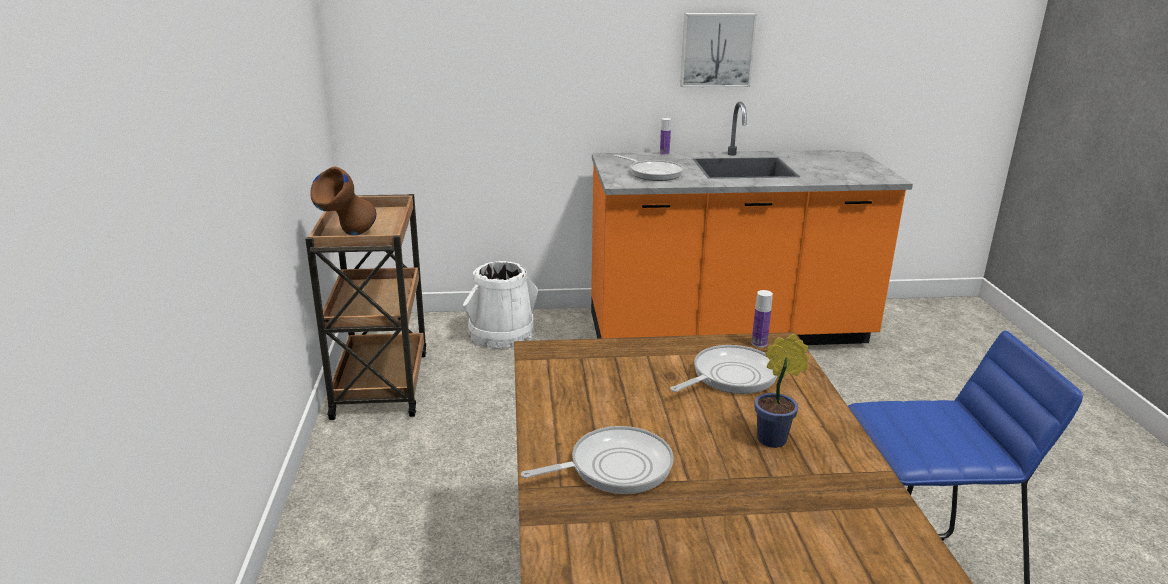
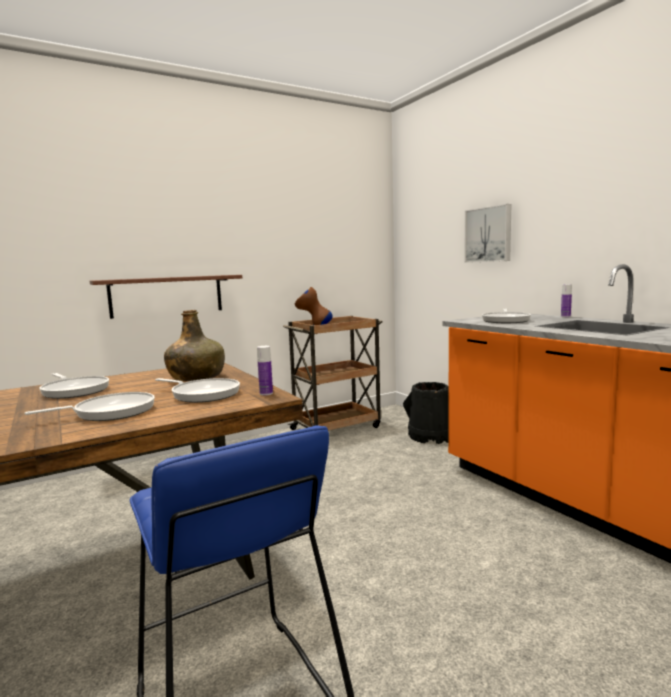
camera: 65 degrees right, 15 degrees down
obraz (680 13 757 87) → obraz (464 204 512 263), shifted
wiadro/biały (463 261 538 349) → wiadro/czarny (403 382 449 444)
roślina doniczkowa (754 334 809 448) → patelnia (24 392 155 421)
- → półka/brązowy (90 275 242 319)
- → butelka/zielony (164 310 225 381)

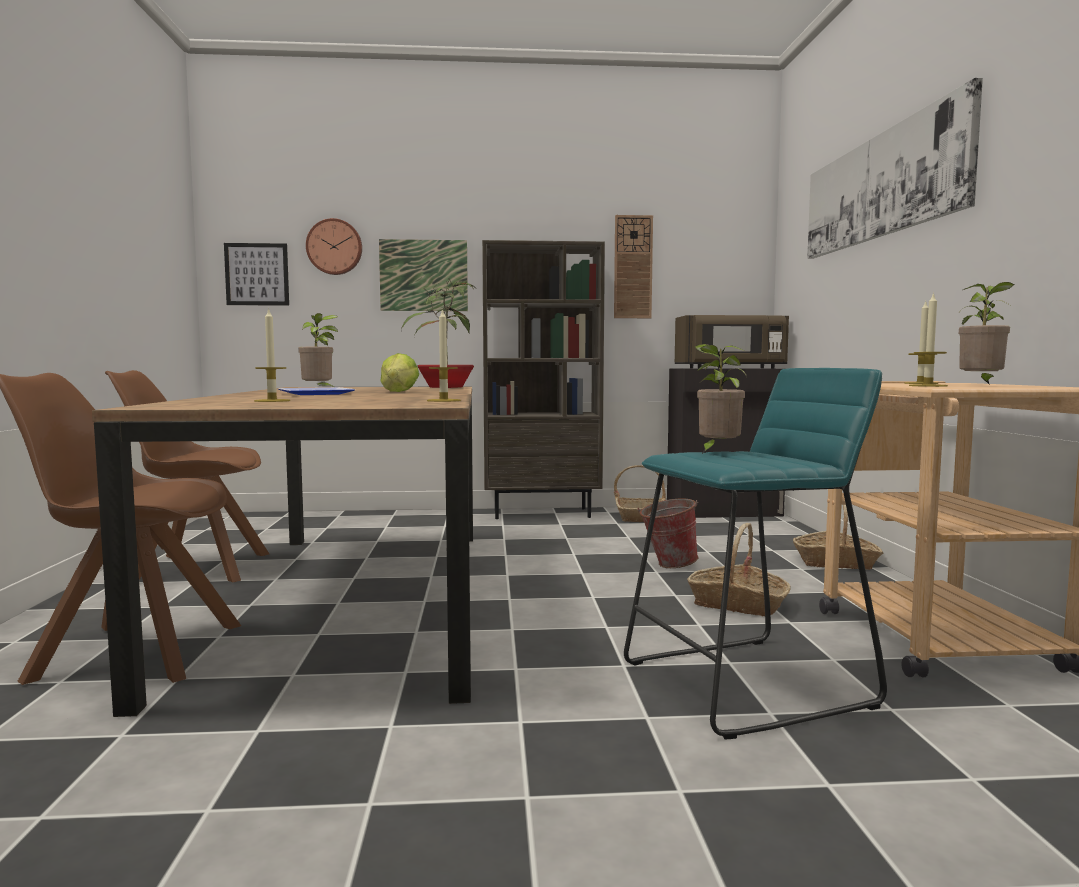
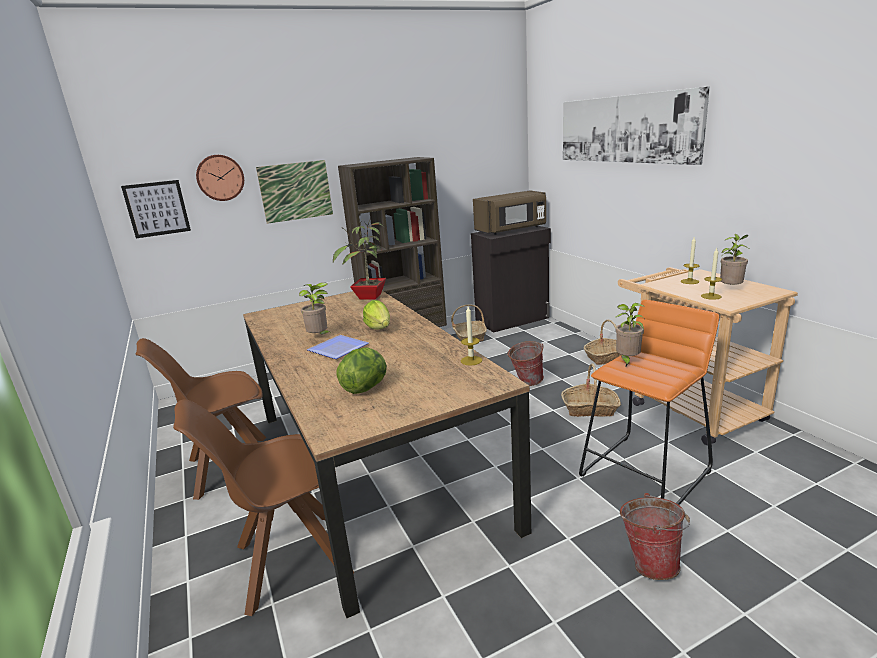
camera: 20 degrees left, 15 degrees up
zegar ścienny (614 215 653 318) → -
świeca (254 308 290 402) → sałata (336 347 387 394)
stołek/turkusowy (624 368 887 740) → stołek/pomarańczowy (579 300 719 505)
- → wiadro (620 493 690 580)

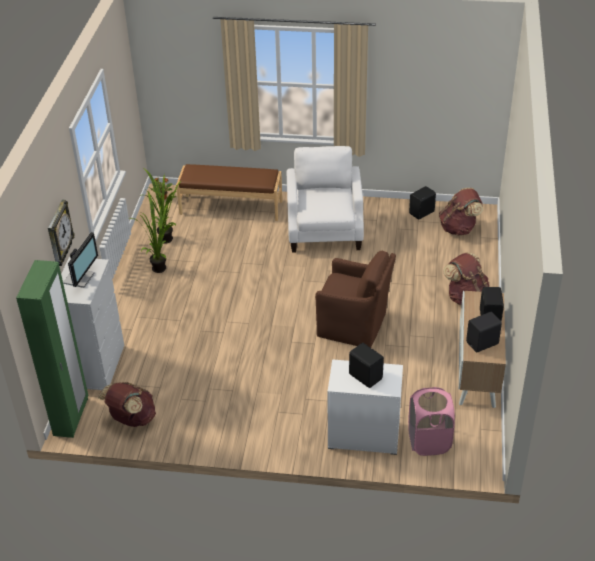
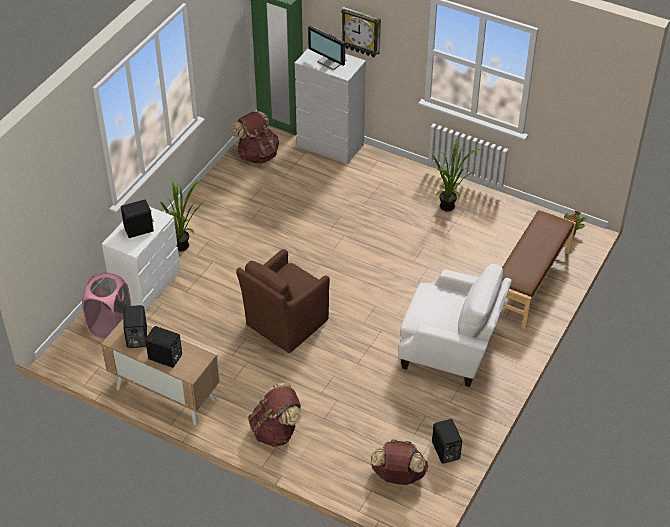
camera: 110 degrees right, 5 degrees up
roślina doniczkowa (140 169 181 244) → roślina doniczkowa (160 178 203 252), shifted

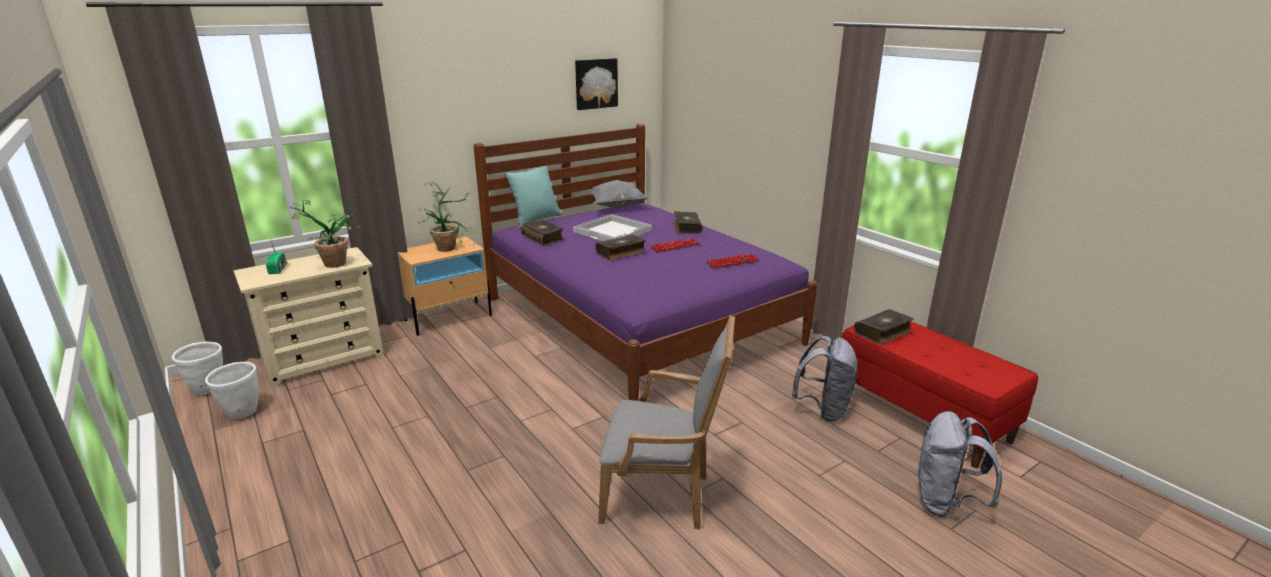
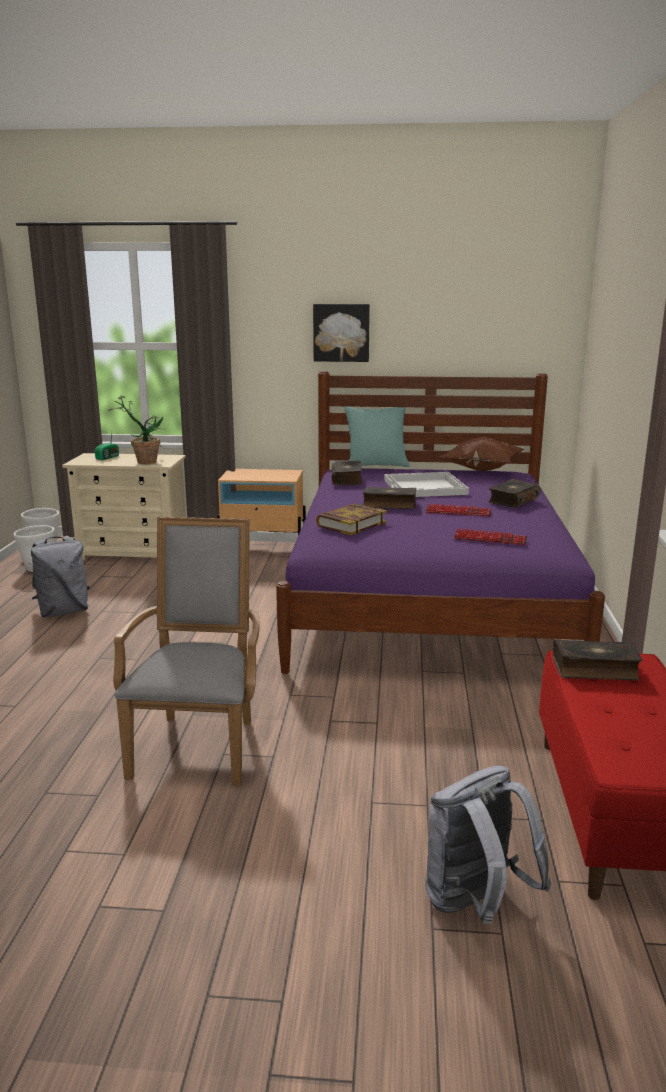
camera: 40 degrees right, 5 degrees down
obraz (575 58 618 110) → obraz (313 304 370 362), shifted
poduszka/szary (585 180 650 208) → poduszka/brązowy (439 436 525 471)
roślina doniczkowa (418 183 474 252) → -
fotel/szary (598 315 735 529) → fotel/szary (113 517 260 786), 135 degrees counterclockwise
plecak/szary (792 336 859 422) → plecak/szary (31 536 90 617), shifted
- → książka (316 503 387 535)

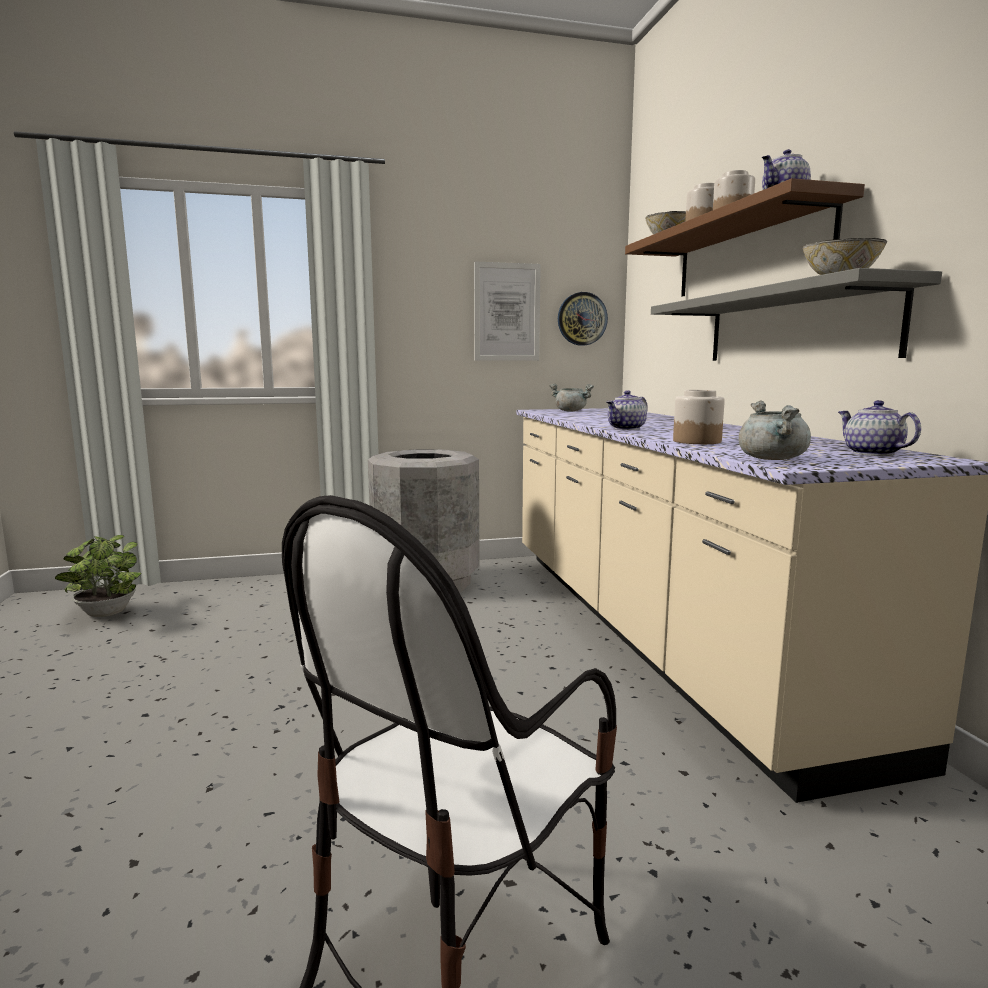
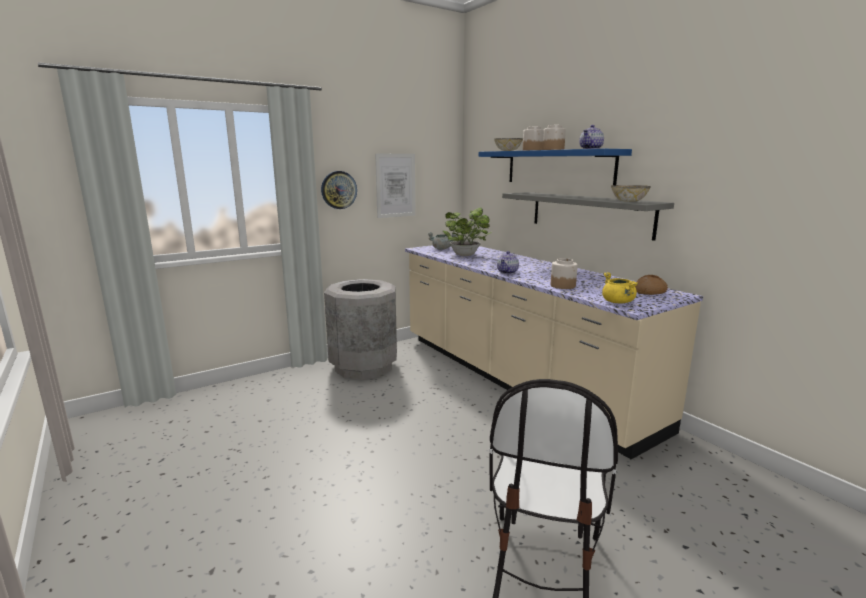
camera: 20 degrees left, 5 degrees up
półka/brązowy (625 178 865 296) → półka/niebieski (479 149 632 185)
zegar ścienny (558 292 608 346) → zegar ścienny (321 171 357 209), shifted
imbryk (838 400 921 456) → chleb (635 275 668 295)
garnek/szary (738 401 811 460) → garnek/żółty (602 272 638 303)
roślina doniczkowa (55 535 141 617) → roślina doniczkowa (442 207 492 256), shifted

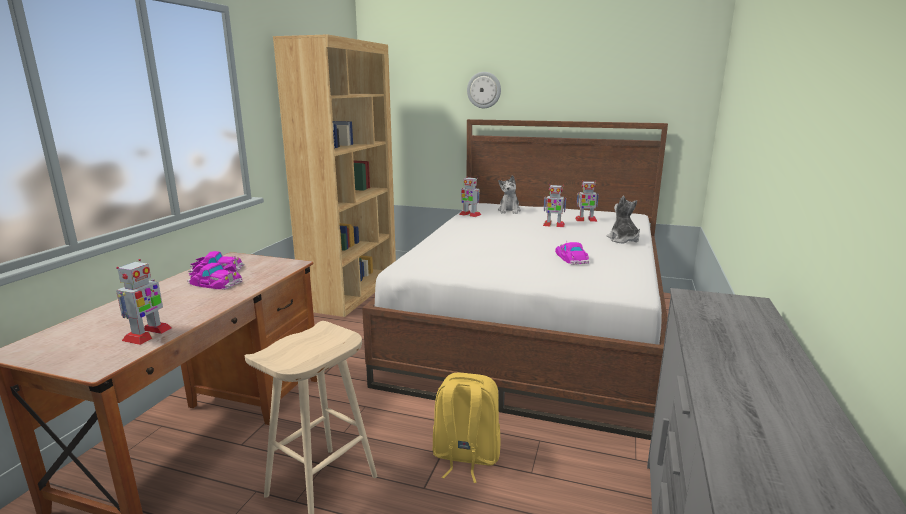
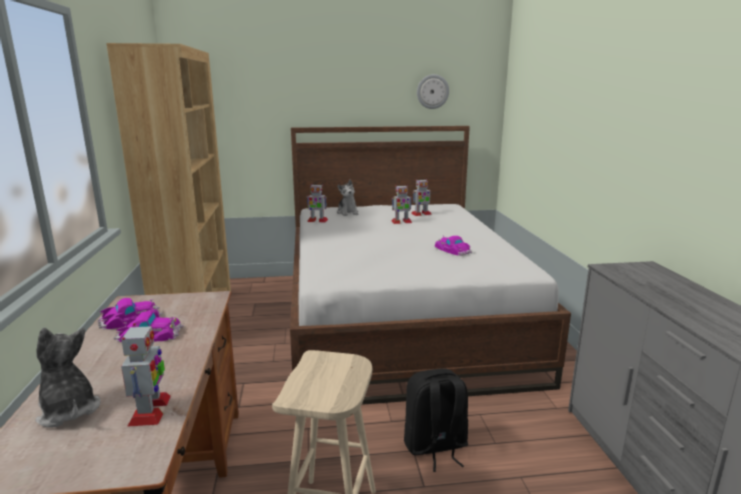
camera: 25 degrees left, 0 degrees up
zegar ścienny (467 72 501 108) → zegar ścienny (417 74 449 109), shifted
pluszak (606 195 640 244) → pluszak (36 328 101 428), shifted
plecak/żółty (433 373 500 483) → plecak/czarny (404 368 468 472)

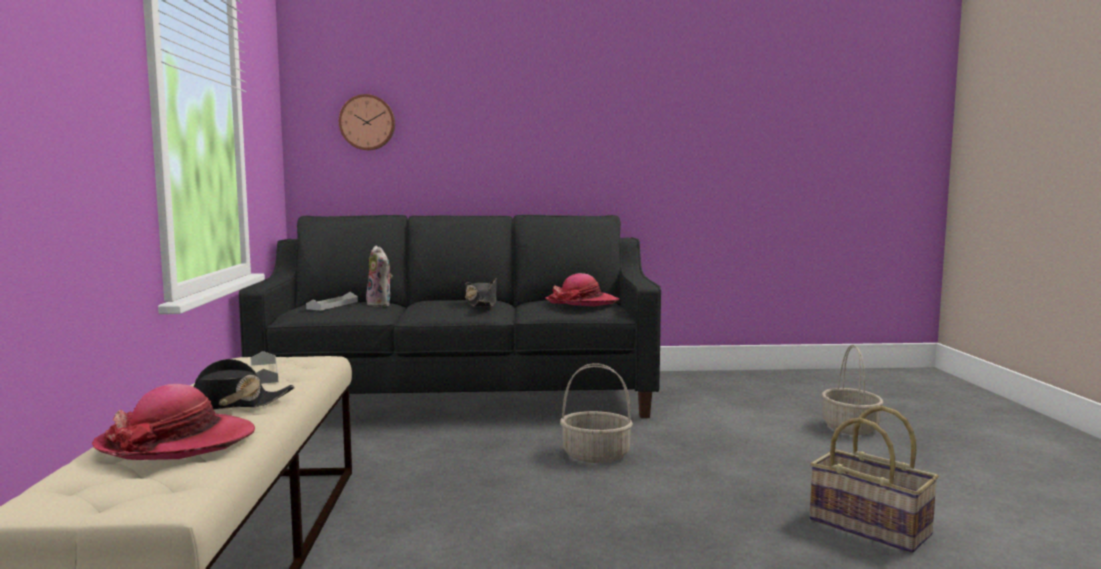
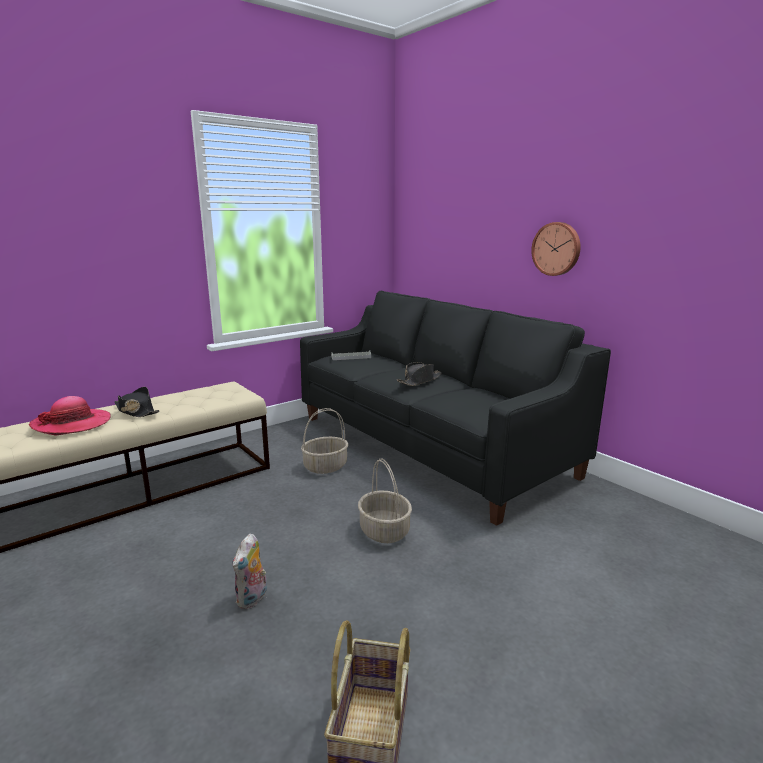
camera: 55 degrees right, 10 degrees up
zegar ścienny (339 94 395 150) → zegar ścienny (531 222 581 276), shifted
pluszak (366 246 393 307) → pluszak (232 534 267 609), shifted
kapelusz (545 273 620 306) → -
koszyk (822 344 883 435) → koszyk (301 408 348 474), shifted
taca/szary (250 351 278 384) → -

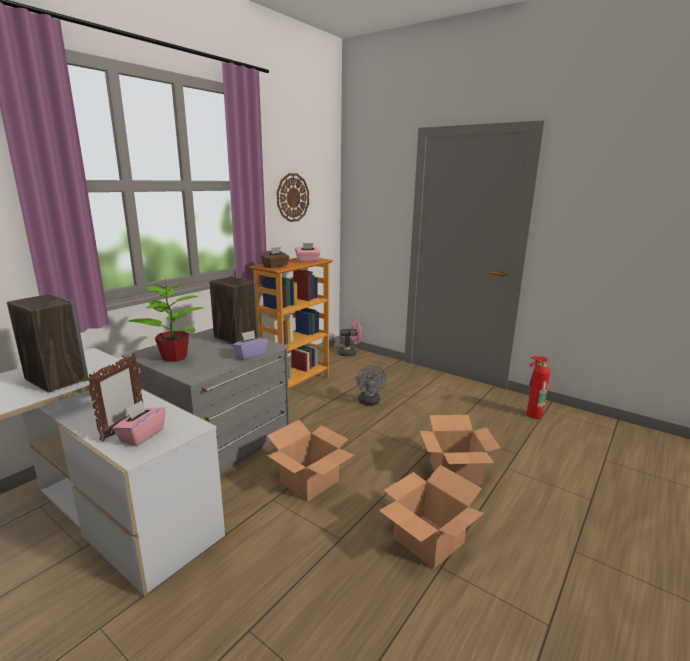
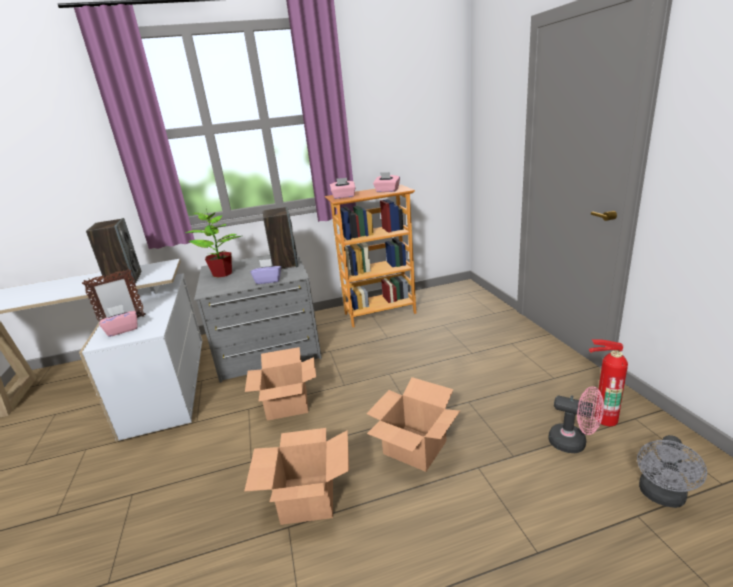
camera: 40 degrees right, 5 degrees up
zegar ścienny (277 173 309 222) → -
pudełko chusteczek/brązowy (261 247 289 268) → pudełko chusteczek/różowy (330 178 356 199)
wentylator/różowy (339 321 362 357) → wentylator/różowy (548 386 604 453), shifted
wentylator/szary (356 365 387 405) → wentylator/szary (637 435 707 508), shifted

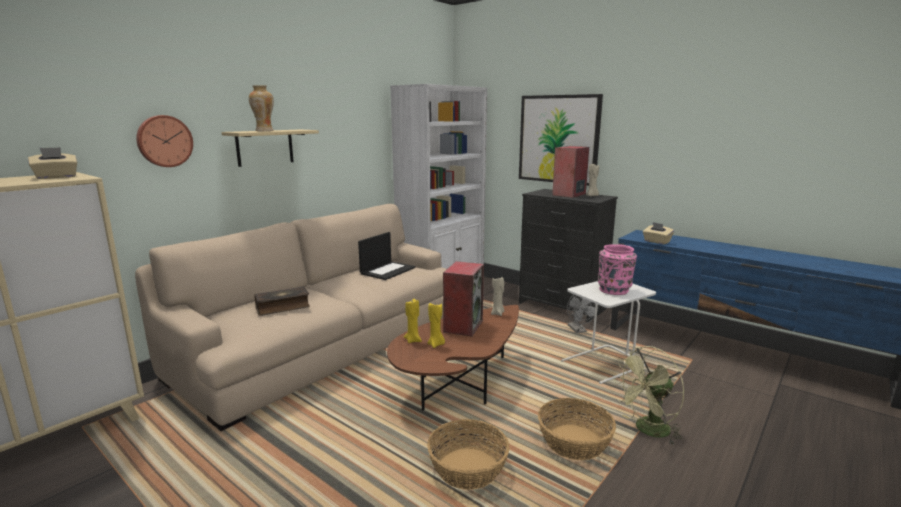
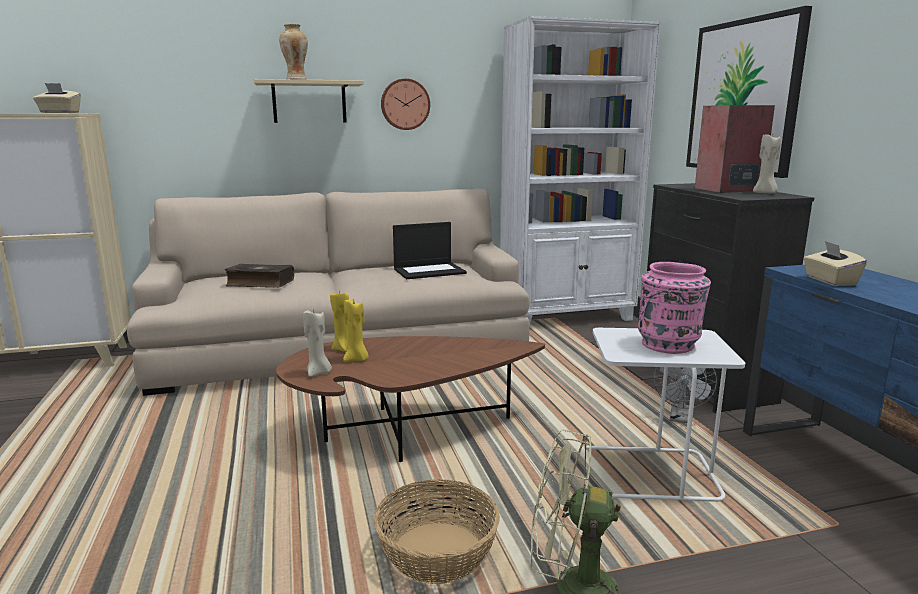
camera: 35 degrees right, 0 degrees up
zegar ścienny (136 115 193 167) → zegar ścienny (381 78 430 130), shifted
głośnik (443 261 484 337) → -
świeca/beżowy (491 276 504 316) → świeca/beżowy (303 308 332 377), shifted
koszyk (427 419 510 490) → -

